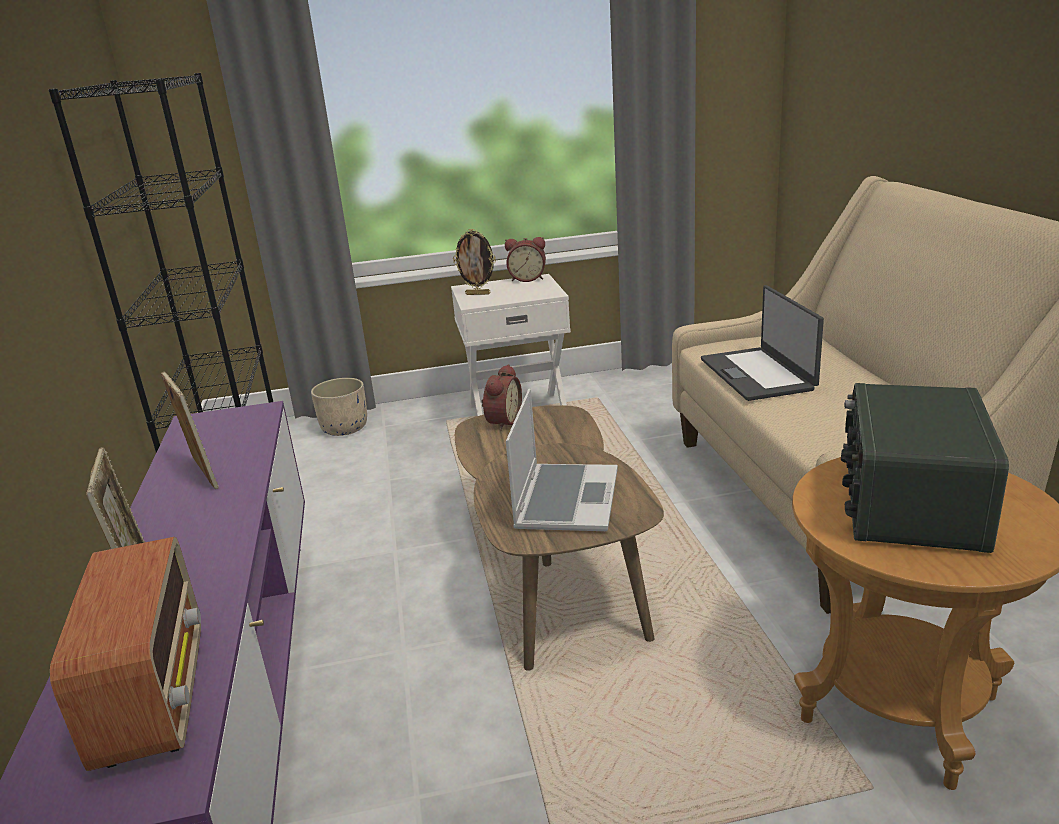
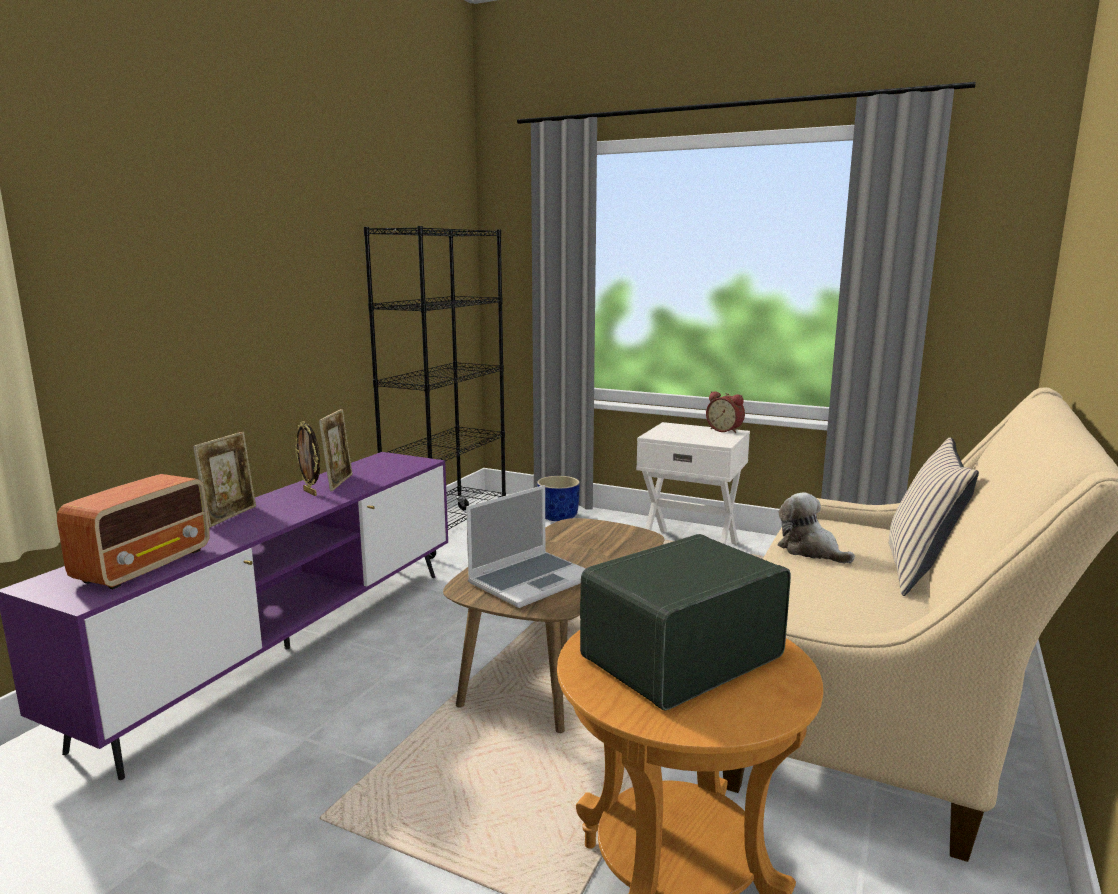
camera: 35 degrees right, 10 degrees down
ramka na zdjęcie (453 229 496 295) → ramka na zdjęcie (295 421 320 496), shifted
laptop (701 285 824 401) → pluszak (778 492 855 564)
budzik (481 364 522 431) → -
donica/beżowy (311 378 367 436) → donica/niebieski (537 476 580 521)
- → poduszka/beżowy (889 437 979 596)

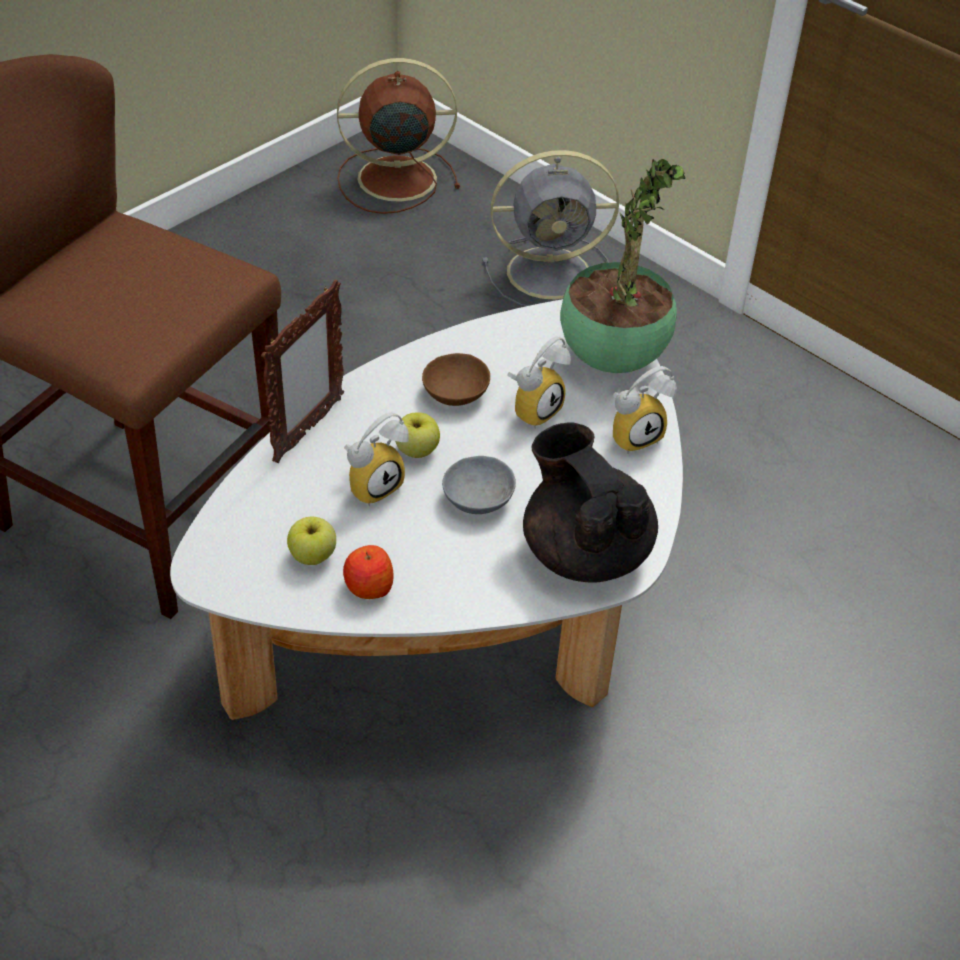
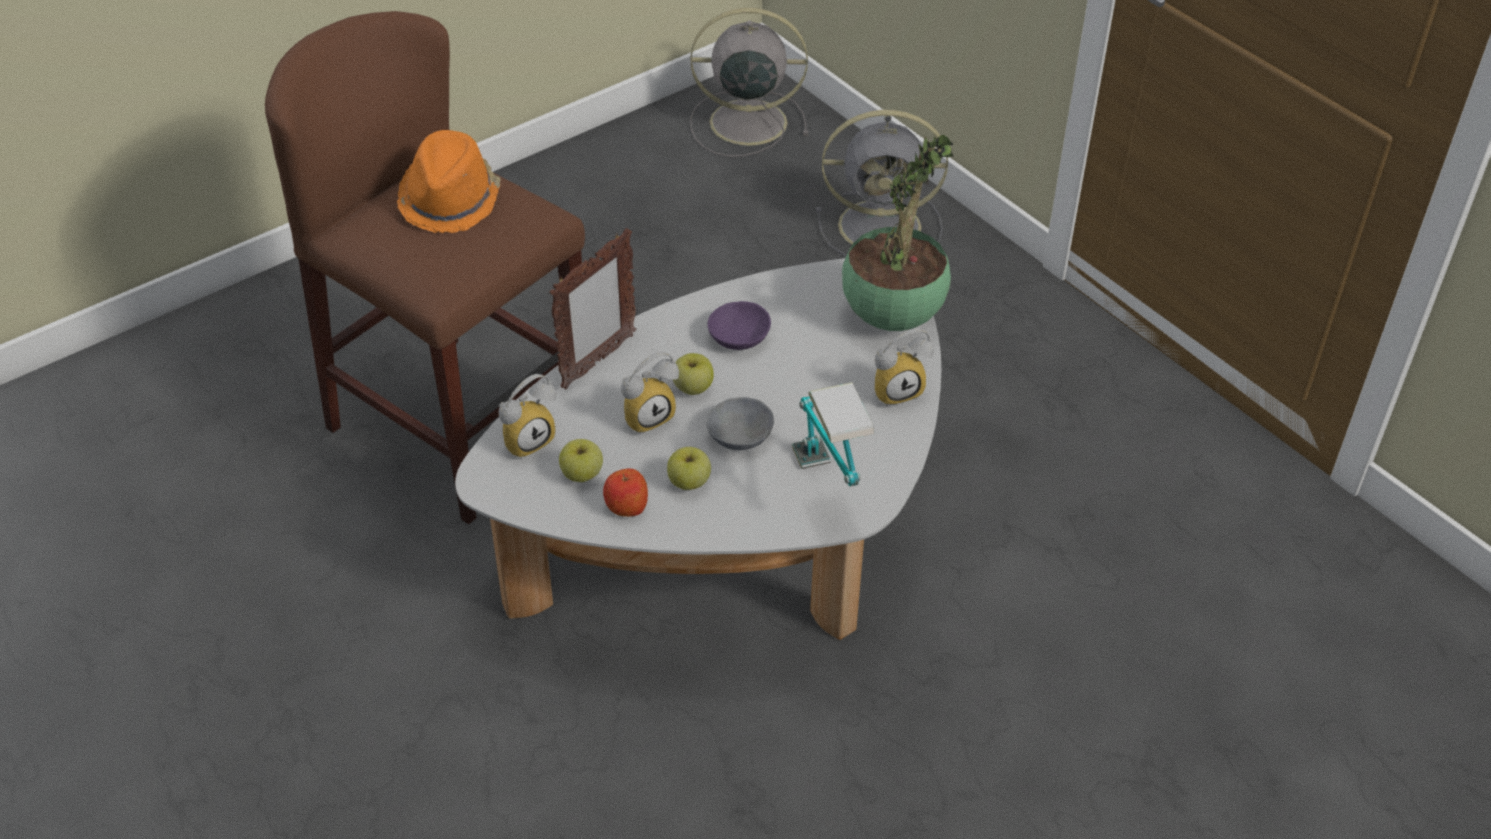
camera: 10 degrees right, 0 degrees up
wentylator/brązowy (337 58 460 214) → wentylator/szary (690 8 808 157)
budzik (507 336 571 429) → budzik (498 374 556 459), shifted
miska/brązowy (422 353 490 406) → miska/fioletowy (708 301 771 350)
imbryk/czarny (523 423 658 582) → lampa stołowa (792 382 874 486)
- → kapelusz/pomarańczowy (397 130 501 233)
- → jabłko (667 447 711 490)

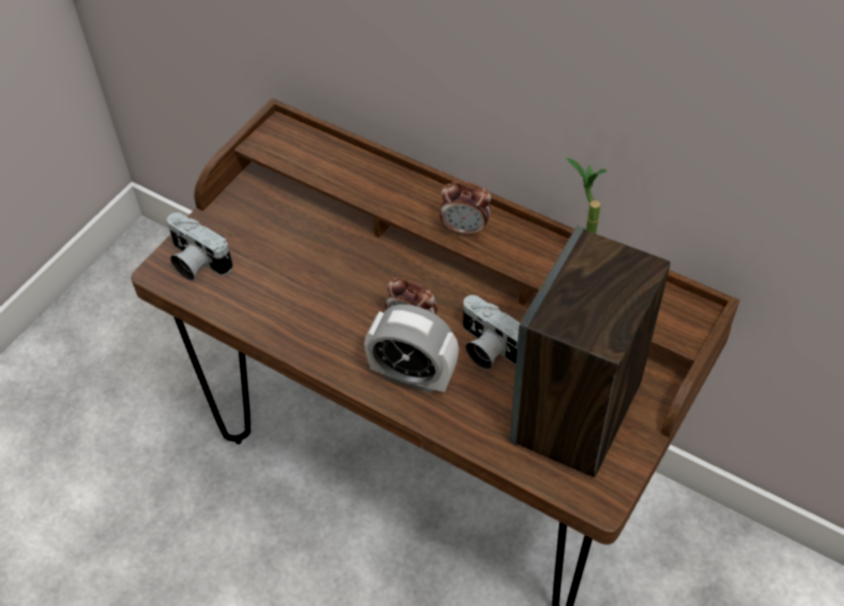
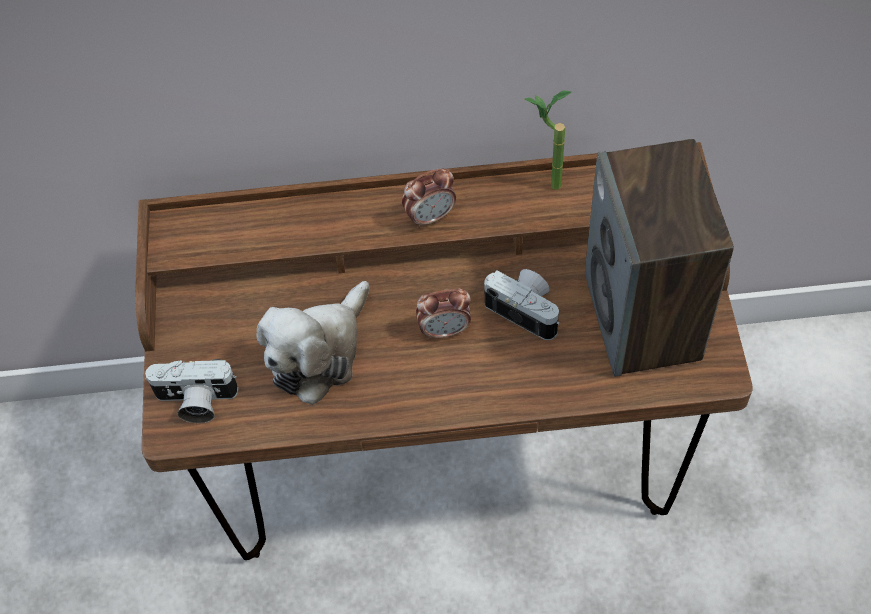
camera: 35 degrees left, 5 degrees up
aparat fotograficzny (463 295 520 370) → aparat fotograficzny (484 269 560 340), 150 degrees counterclockwise
budzik (364 304 459 394) → -
- → pluszak (256 281 370 405)

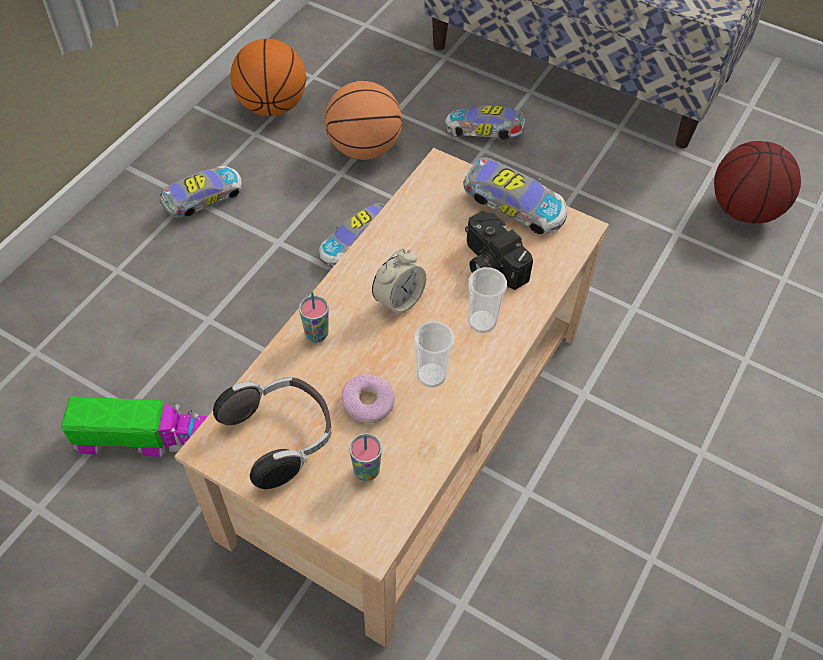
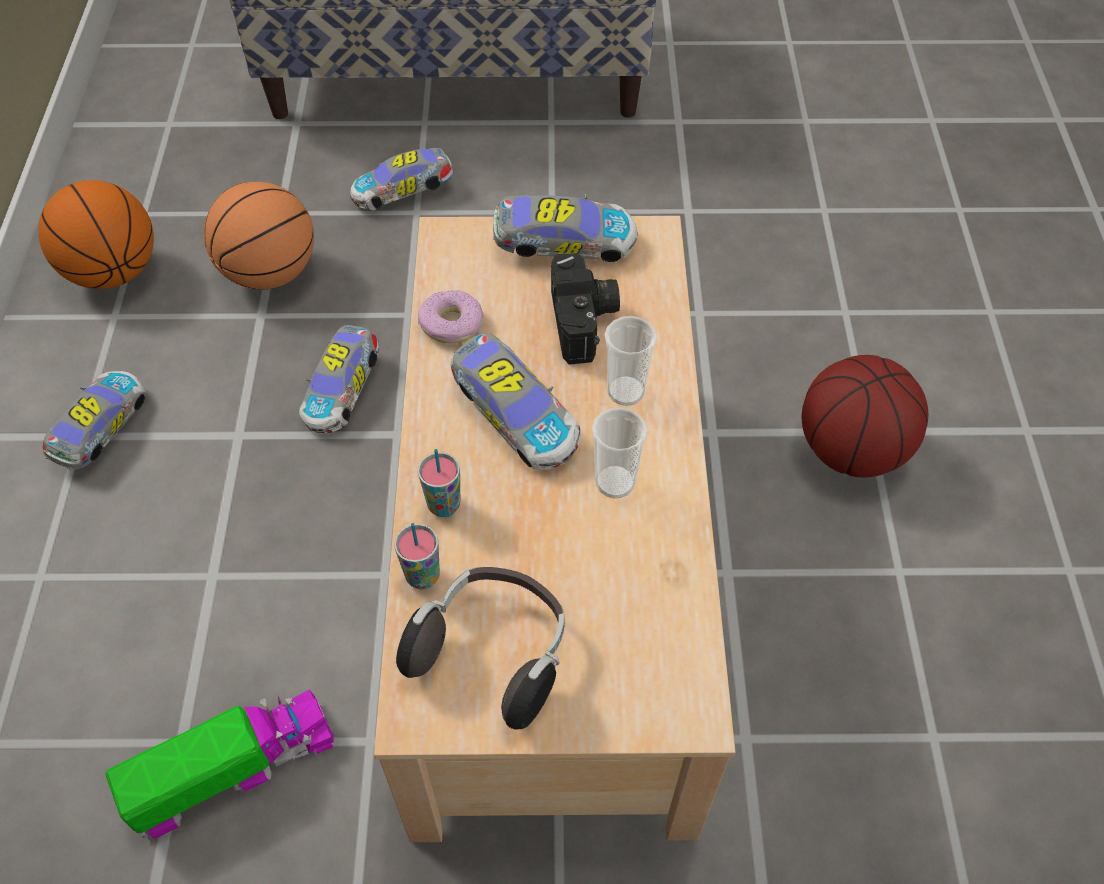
camera: 30 degrees left, 0 degrees up
piłka do koszykówki (714 141 801 224) → piłka do koszykówki (802 355 928 478), shifted
aparat fotograficzny (465 211 533 290) → aparat fotograficzny (551 253 620 365), 120 degrees counterclockwise
budzik (372 249 426 317) → samochodzik (451 333 581 470)
donut (341 374 395 423) → donut (418 290 484 344), shifted
filiżanka (349 433 382 481) → filiżanka (394 523 440 590), shifted

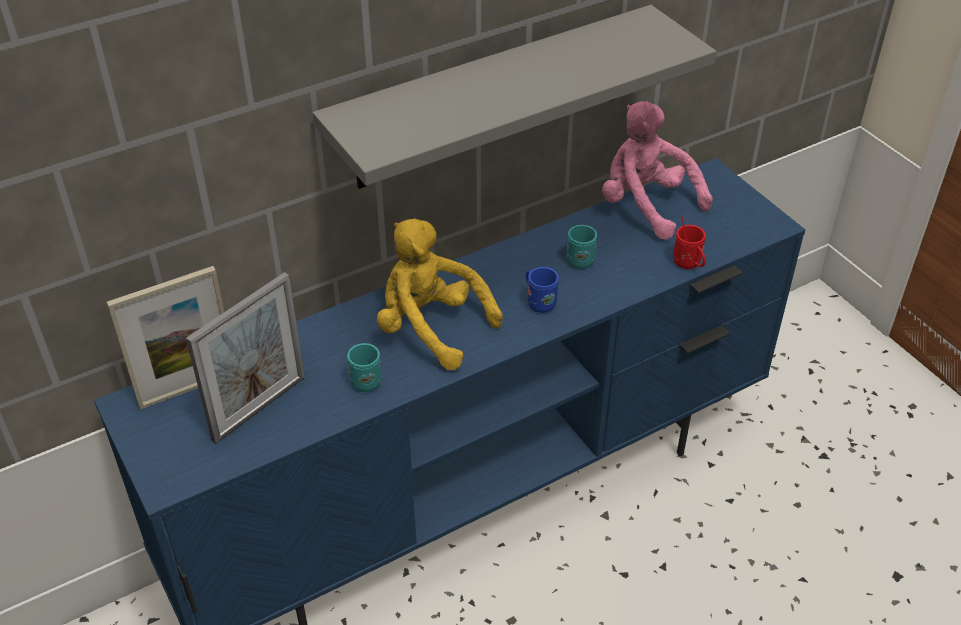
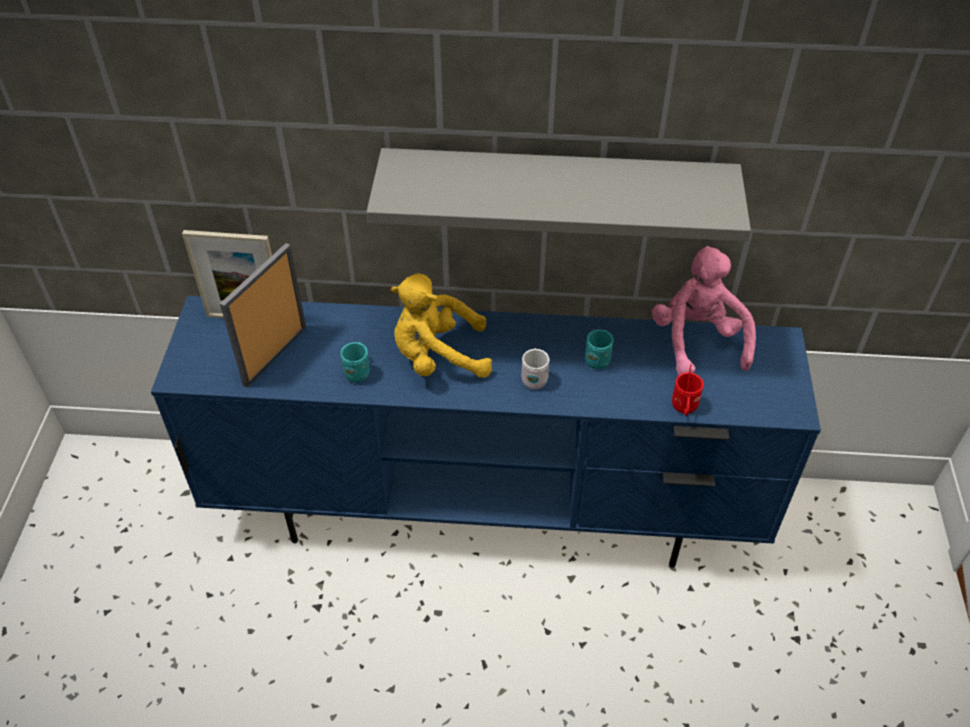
camera: 35 degrees right, 5 degrees up
pluszak/żółty (377 219 503 370) → pluszak/żółty (391 273 492 378), 75 degrees counterclockwise
kubek/niebieski (526 267 559 313) → kubek/biały (522 348 550 389)
ramka na zdjęcie (186 272 305 444) → ramka na zdjęcie (220 243 306 387), 135 degrees clockwise

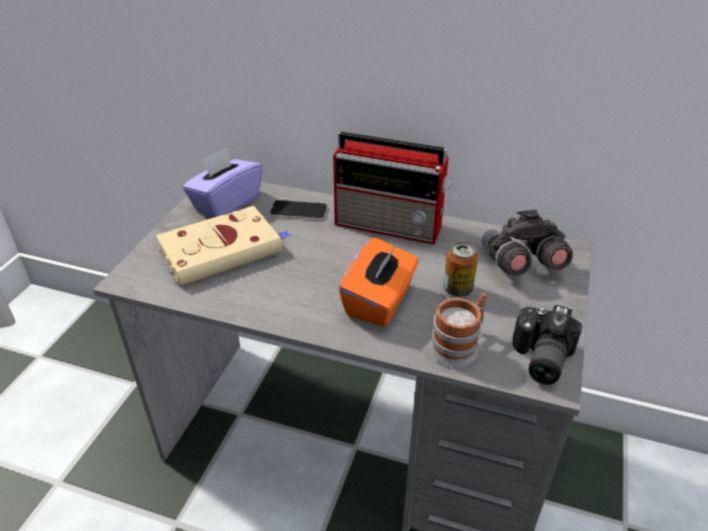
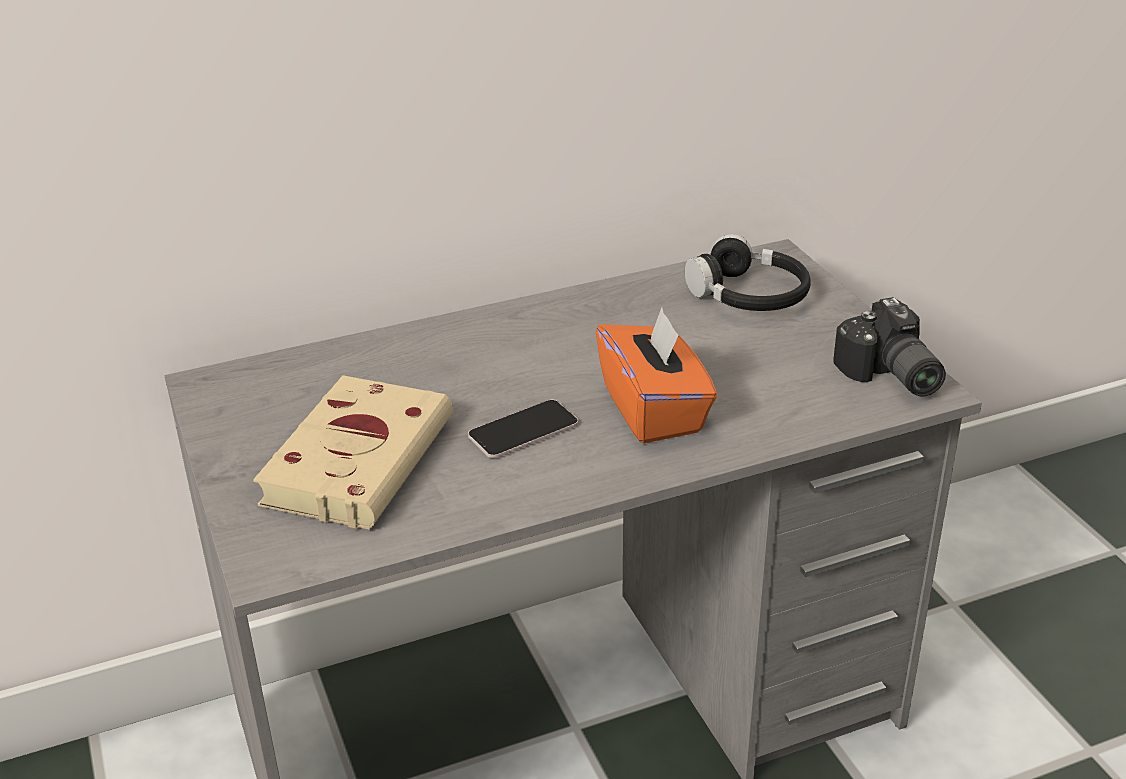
camera: 40 degrees left, 5 degrees down
radio (333 132 451 245) → -
pudełko chusteczek/fioletowy (182 147 262 218) → -
telefon (270 200 328 220) → telefon (468 399 578 458), shifted
lornetka/szary (481 210 573 276) → słuchawki/czarny (685 234 811 311)
puszka (443 242 478 297) → -
kubek (429 293 487 367) → -

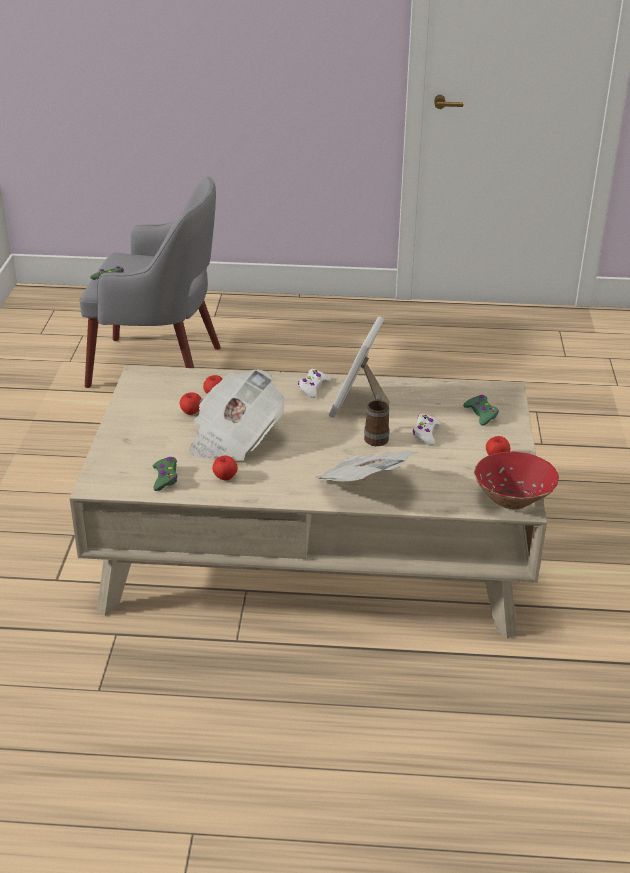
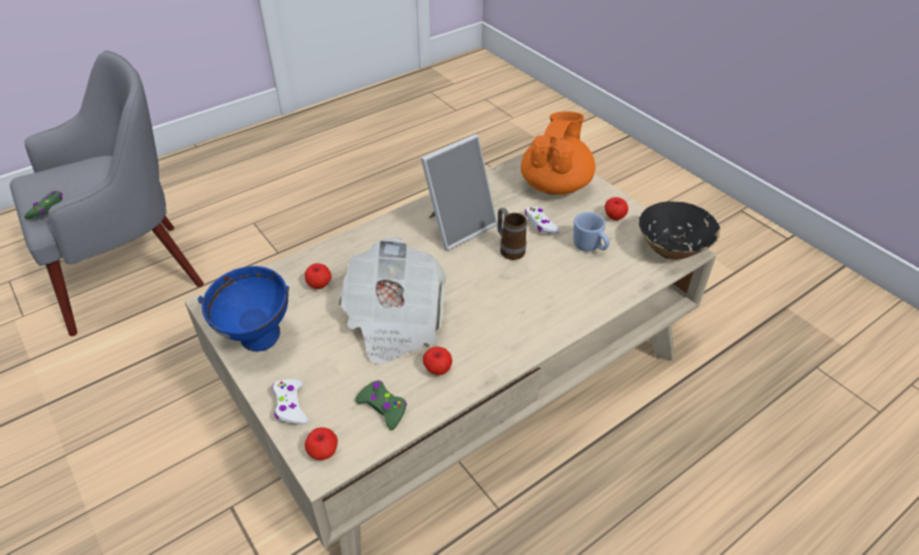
camera: 40 degrees left, 10 degrees up
ramka na zdjęcie (329 316 390 418) → ramka na zdjęcie (421 134 497 251), 105 degrees counterclockwise
pad do gier/biały (298 369 330 398) → pad do gier/biały (272 379 308 425), shifted
jabłko (180 392 202 415) → jabłko (305 427 338 460), shifted
pad do gier/zielony (463 395 499 426) → imbryk/pomarańczowy (521 111 595 195)
gazeta (314 451 418 482) → -
miska/czerwony (474 451 559 509) → miska/czarny (639 201 720 260)
- → kubek/niebieski (573 212 610 252)
- → miska/niebieski (198 266 289 352)

